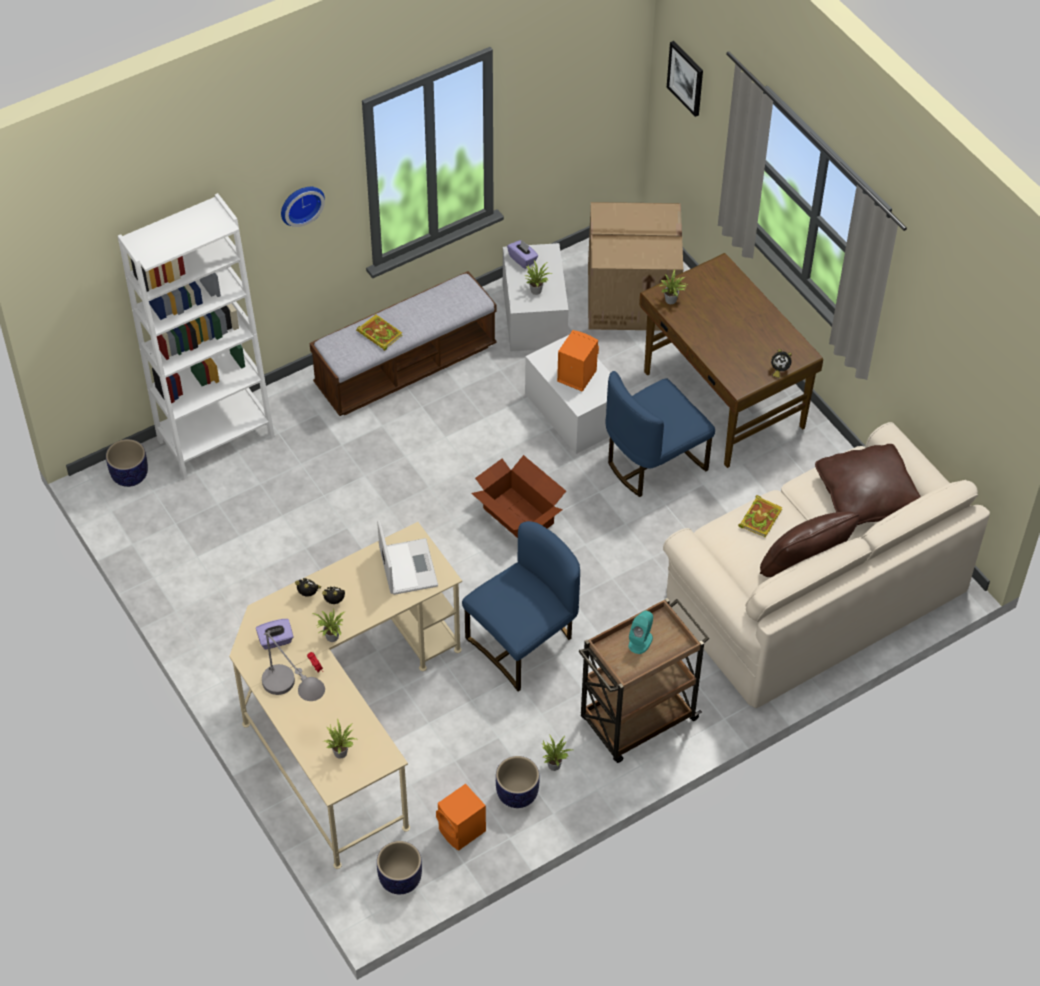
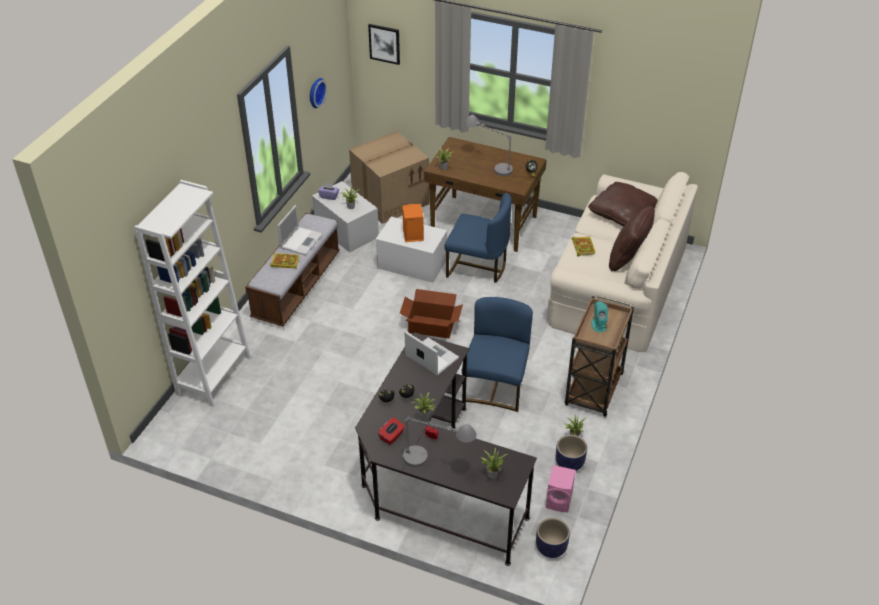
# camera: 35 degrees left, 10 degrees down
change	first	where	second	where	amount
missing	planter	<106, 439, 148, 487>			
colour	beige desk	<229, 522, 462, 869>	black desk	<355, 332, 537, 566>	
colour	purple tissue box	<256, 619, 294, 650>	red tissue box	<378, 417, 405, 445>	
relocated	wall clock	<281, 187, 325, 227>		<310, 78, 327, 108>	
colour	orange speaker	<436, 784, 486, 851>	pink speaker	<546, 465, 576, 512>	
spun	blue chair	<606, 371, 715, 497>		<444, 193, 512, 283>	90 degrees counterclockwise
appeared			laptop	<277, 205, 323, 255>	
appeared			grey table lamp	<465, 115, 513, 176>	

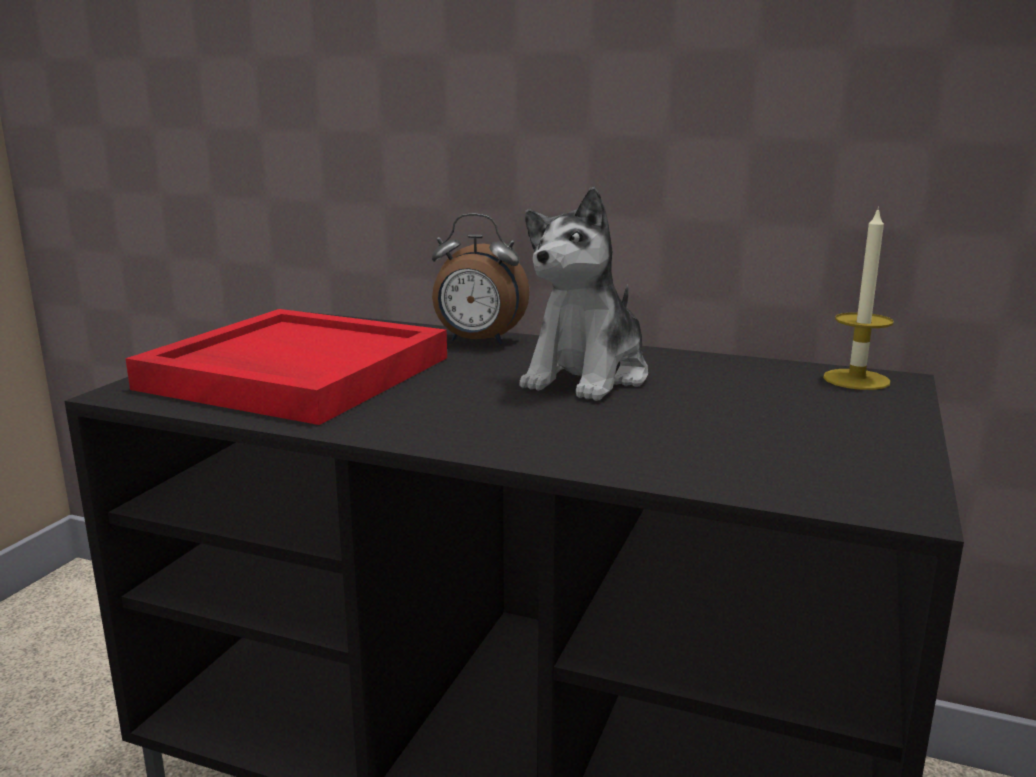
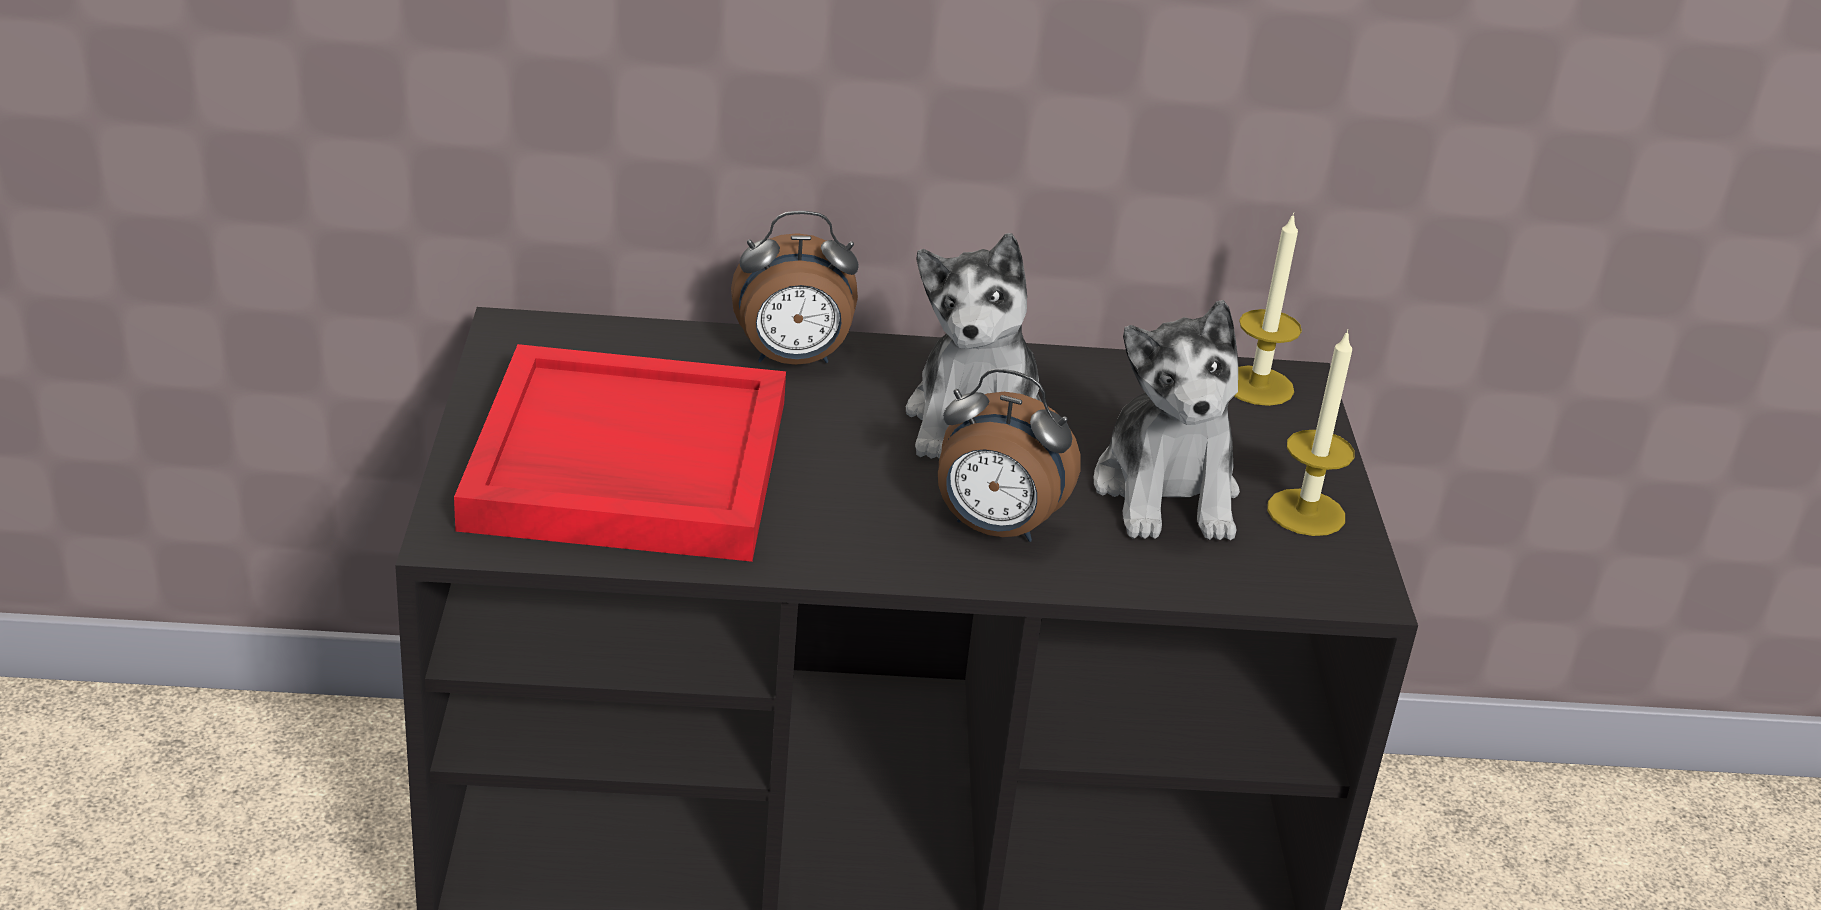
# camera: 25 degrees left, 15 degrees up
change	first	where	second	where	amount
appeared			alarm clock	<938, 368, 1081, 542>	
appeared			plush toy	<1094, 300, 1240, 540>	
appeared			candle	<1267, 329, 1355, 536>	

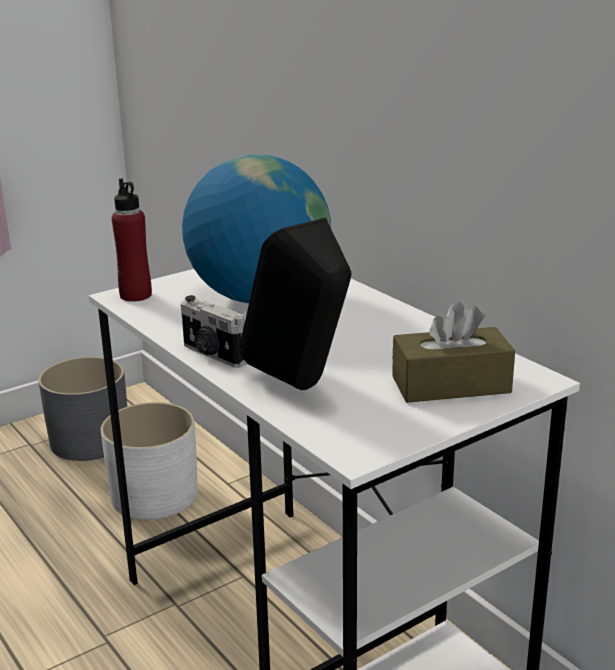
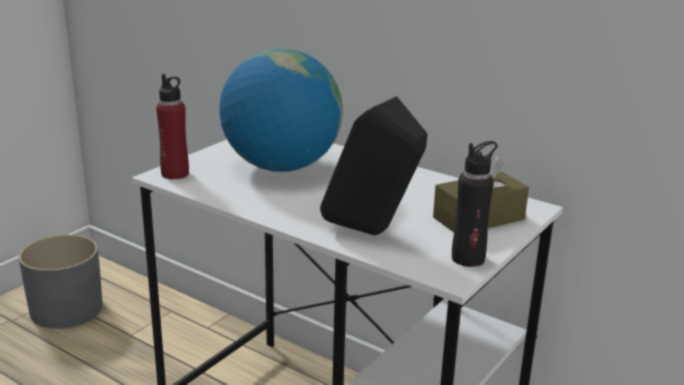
# camera: 20 degrees left, 0 degrees up
change	first	where	second	where	amount
missing	white planter	<101, 402, 198, 520>			
missing	photo camera	<181, 295, 248, 368>			
appeared			black bottle	<452, 141, 498, 267>	

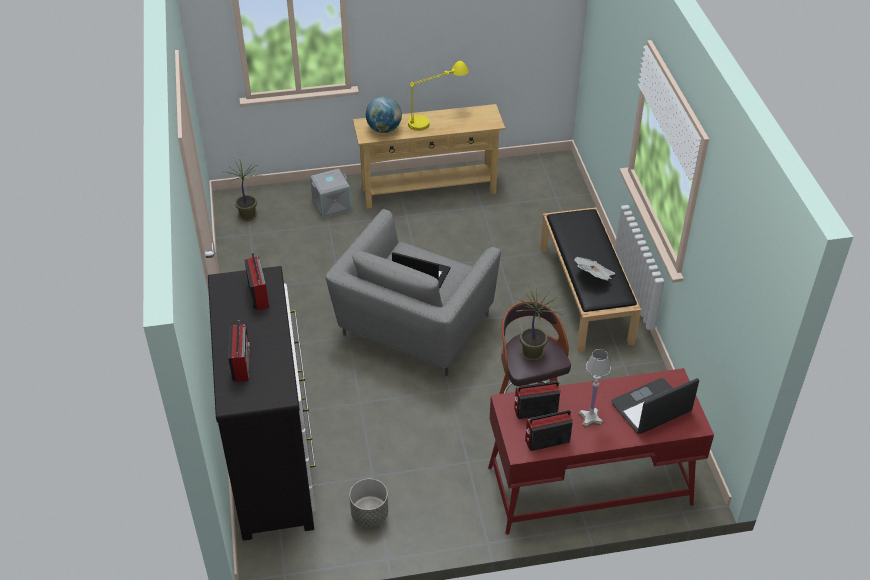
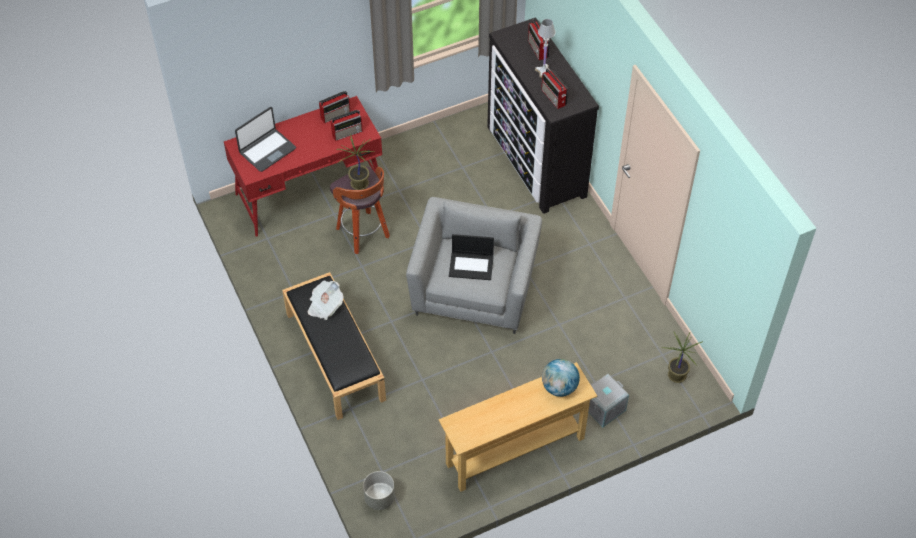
# camera: 165 degrees right, 10 degrees up
change	first	where	second	where	amount
relocated	grey planter	<349, 479, 388, 527>		<363, 471, 395, 510>	
missing	yellow table lamp	<408, 61, 469, 131>			
relocated	white table lamp	<578, 349, 611, 428>		<535, 19, 556, 78>	

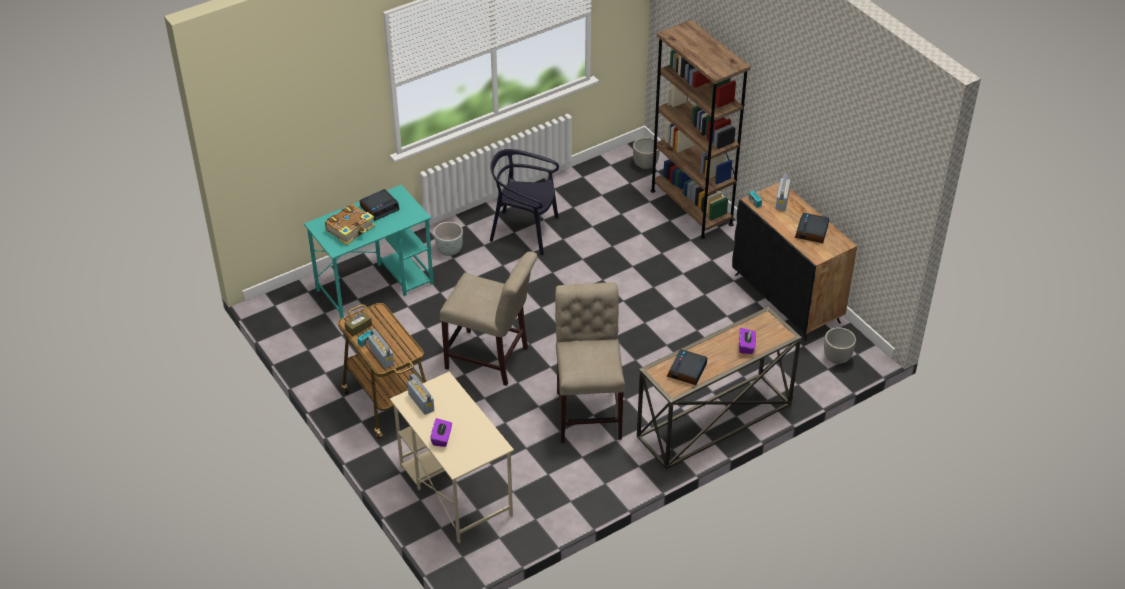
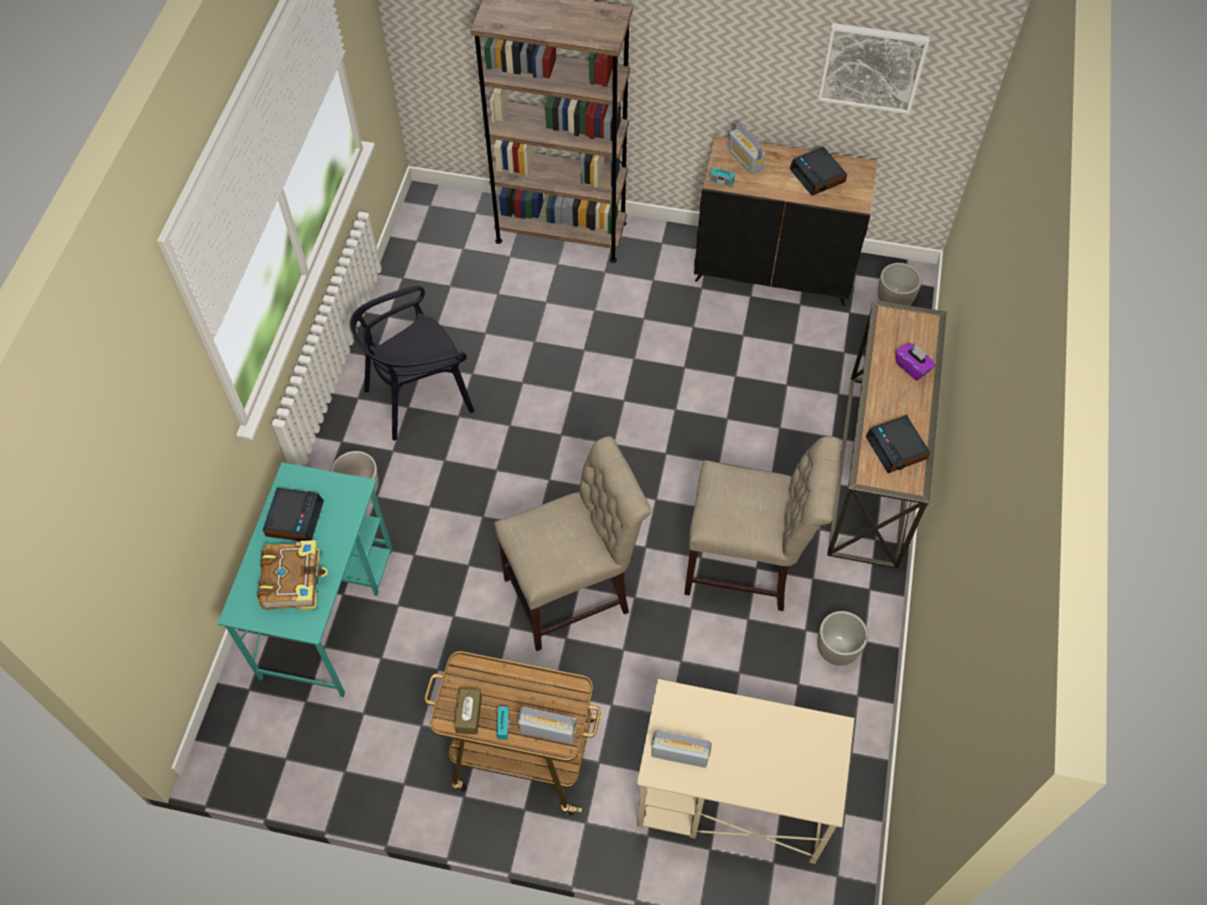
# camera: 45 degrees left, 15 degrees up
change	first	where	second	where	amount
missing	purple tissue box	<430, 418, 452, 447>			
spun	beige chair	<555, 283, 625, 443>		<684, 436, 841, 611>	150 degrees clockwise
relocated	planter	<633, 137, 660, 169>		<817, 611, 868, 666>	
appeared			picture	<818, 23, 930, 114>	

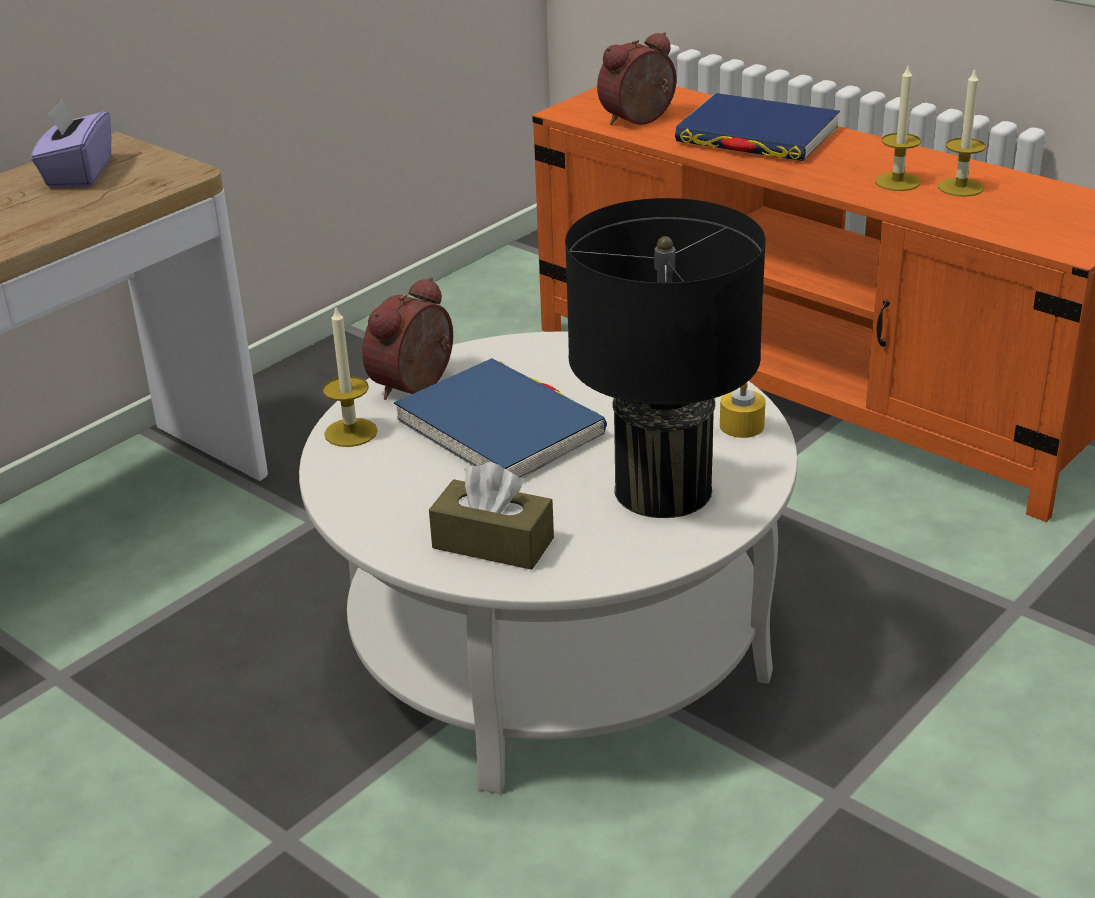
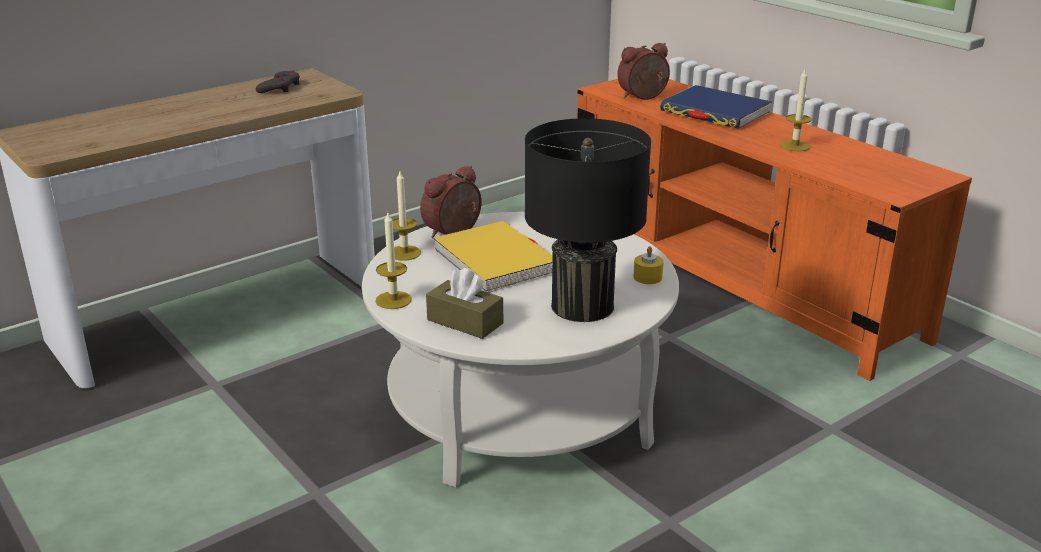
# camera: 10 degrees right, 5 degrees down
change	first	where	second	where	amount
exchanged	purple tissue box	<31, 99, 111, 187>	grey game controller	<256, 71, 300, 93>	
colour	blue book	<394, 358, 607, 478>	yellow book	<433, 221, 553, 293>	
relocated	candle	<938, 68, 986, 197>		<375, 213, 412, 309>	

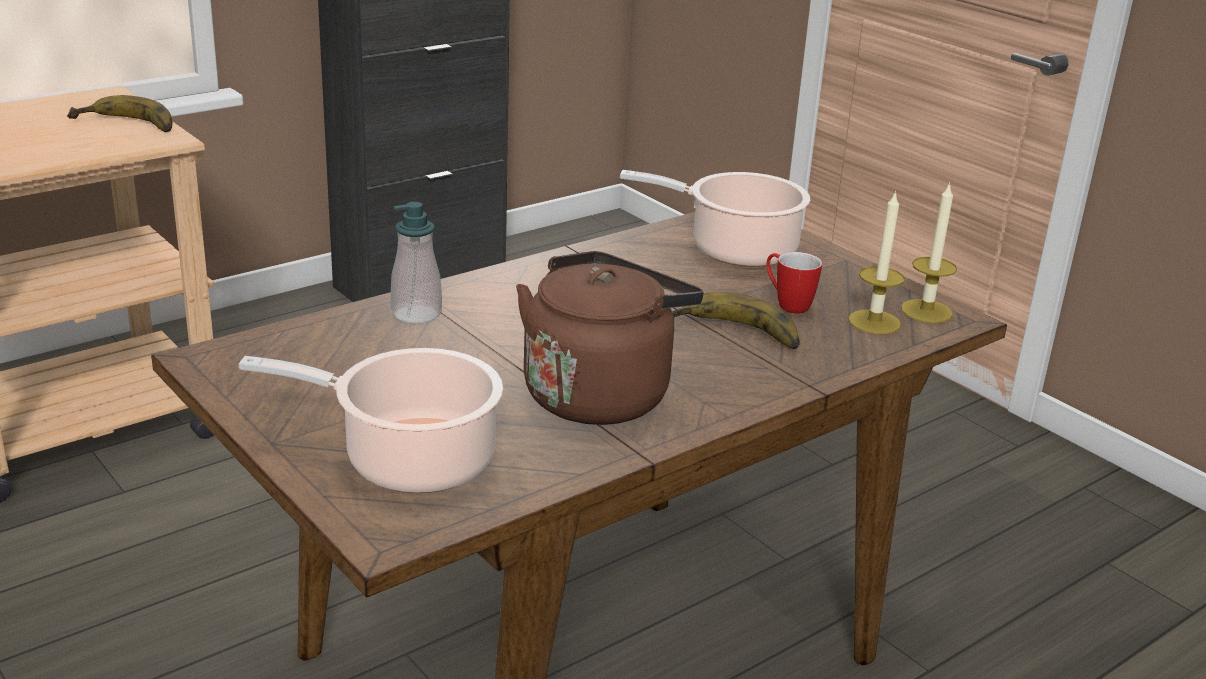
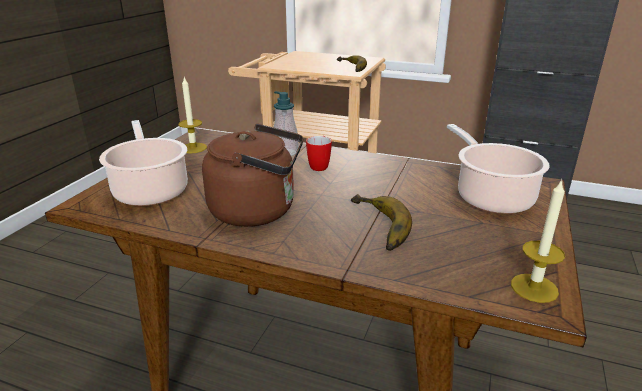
# camera: 60 degrees right, 0 degrees up
change	first	where	second	where	amount
relocated	mug	<766, 252, 822, 314>		<306, 136, 332, 171>	
relocated	candle	<848, 191, 905, 334>		<178, 77, 207, 154>	

